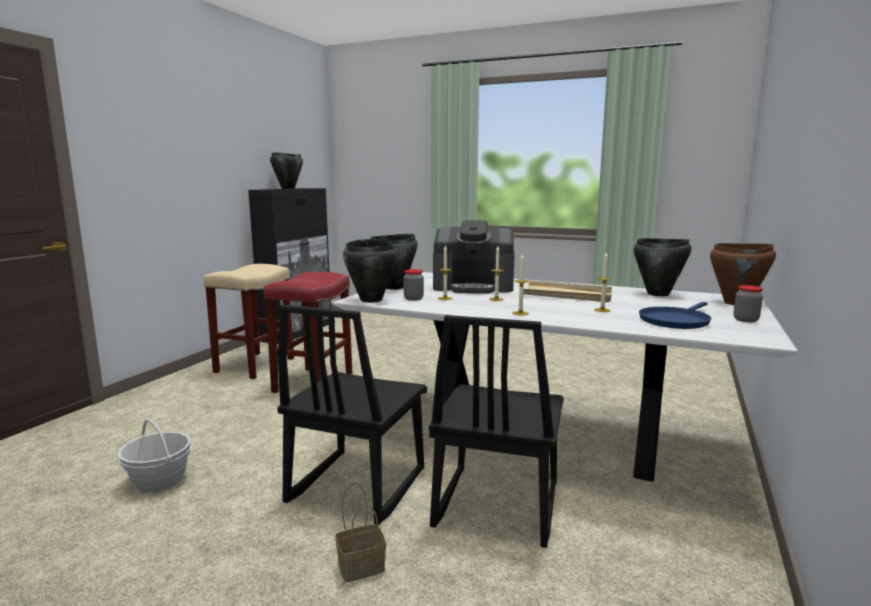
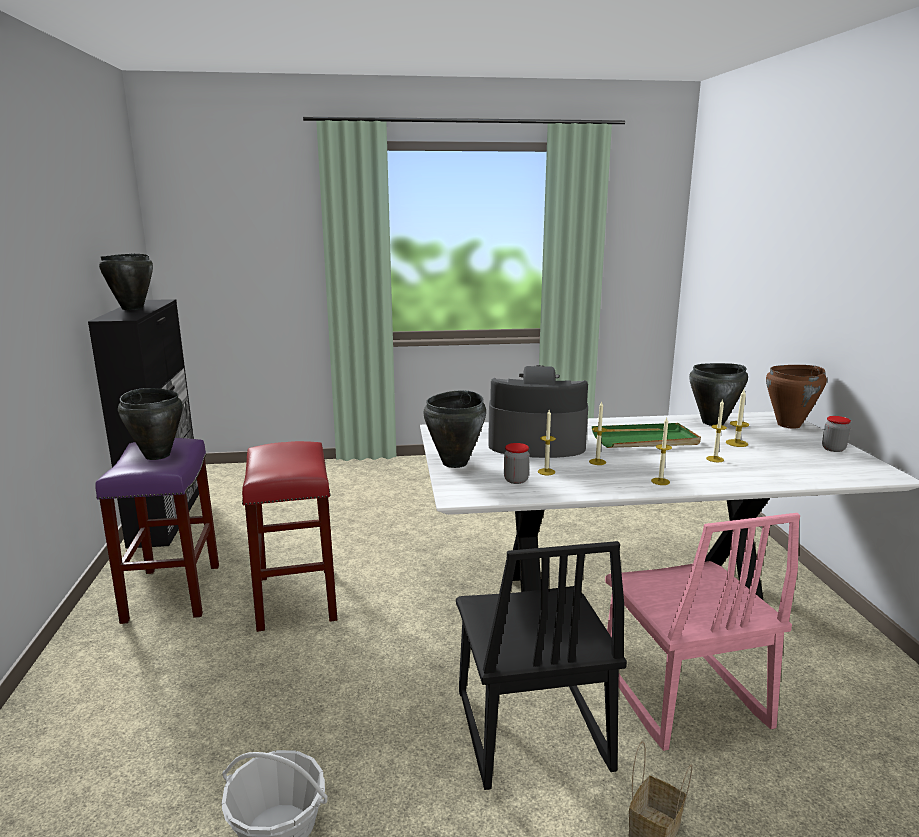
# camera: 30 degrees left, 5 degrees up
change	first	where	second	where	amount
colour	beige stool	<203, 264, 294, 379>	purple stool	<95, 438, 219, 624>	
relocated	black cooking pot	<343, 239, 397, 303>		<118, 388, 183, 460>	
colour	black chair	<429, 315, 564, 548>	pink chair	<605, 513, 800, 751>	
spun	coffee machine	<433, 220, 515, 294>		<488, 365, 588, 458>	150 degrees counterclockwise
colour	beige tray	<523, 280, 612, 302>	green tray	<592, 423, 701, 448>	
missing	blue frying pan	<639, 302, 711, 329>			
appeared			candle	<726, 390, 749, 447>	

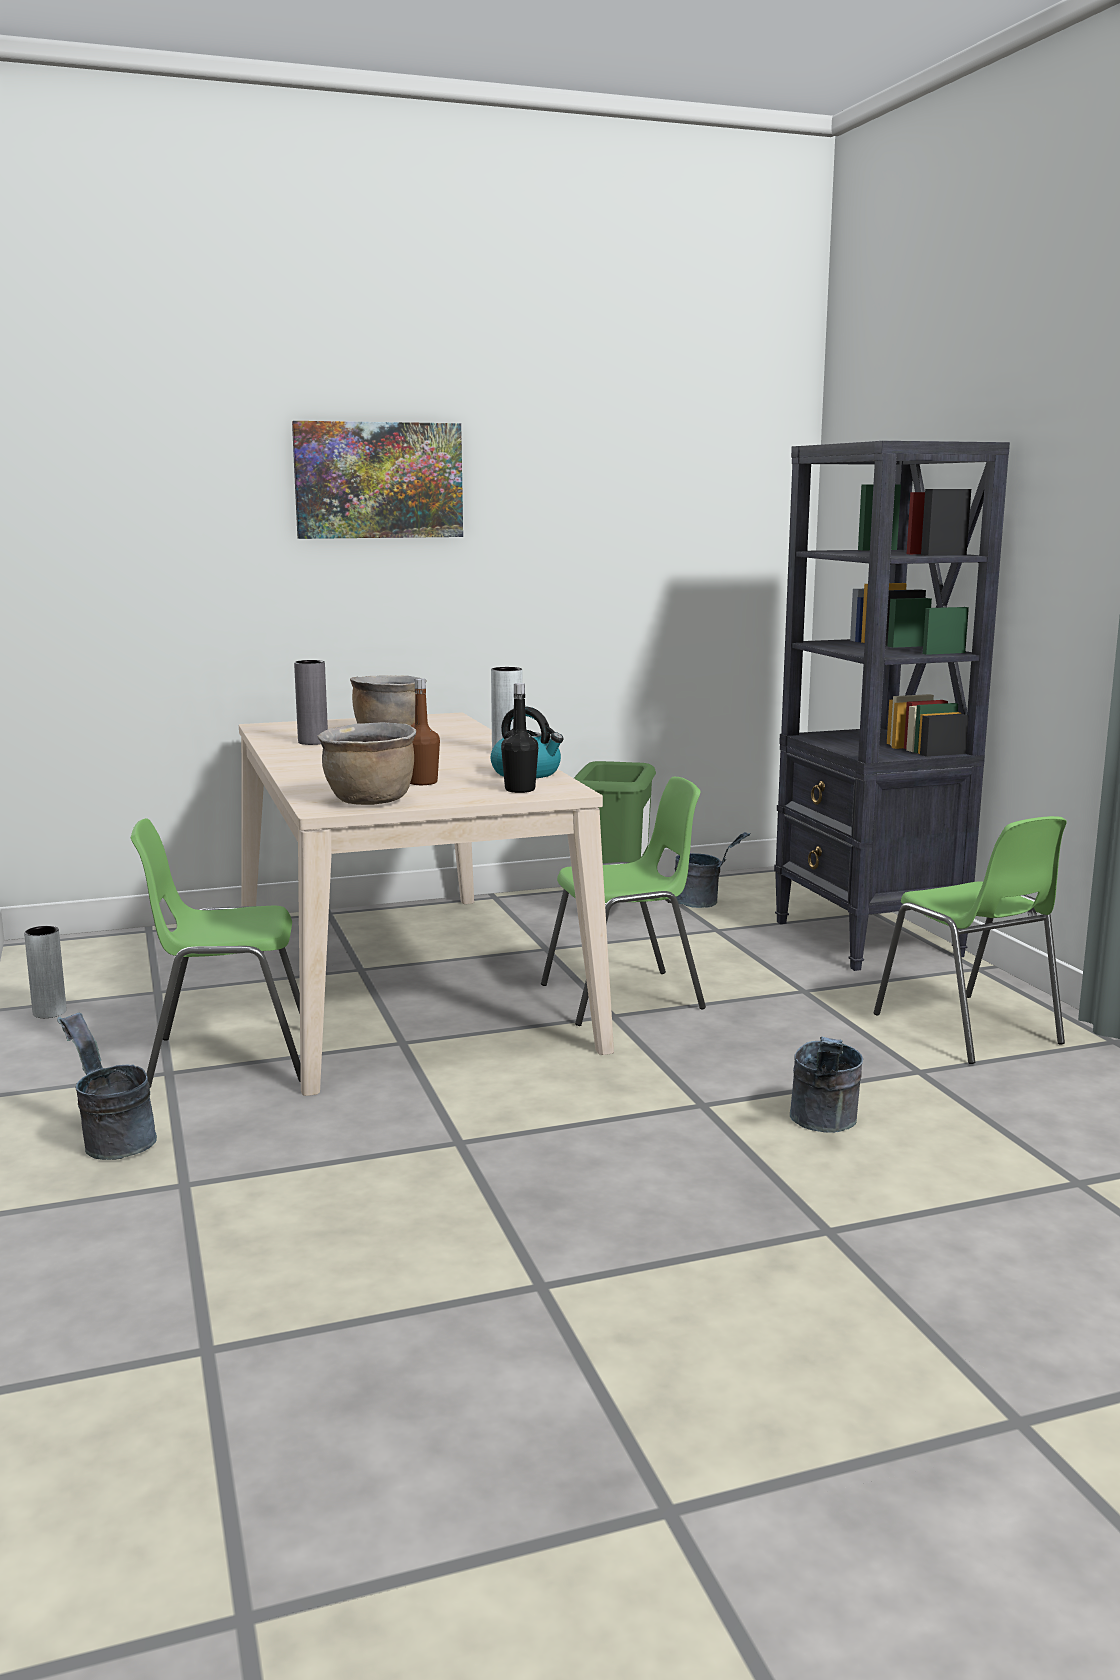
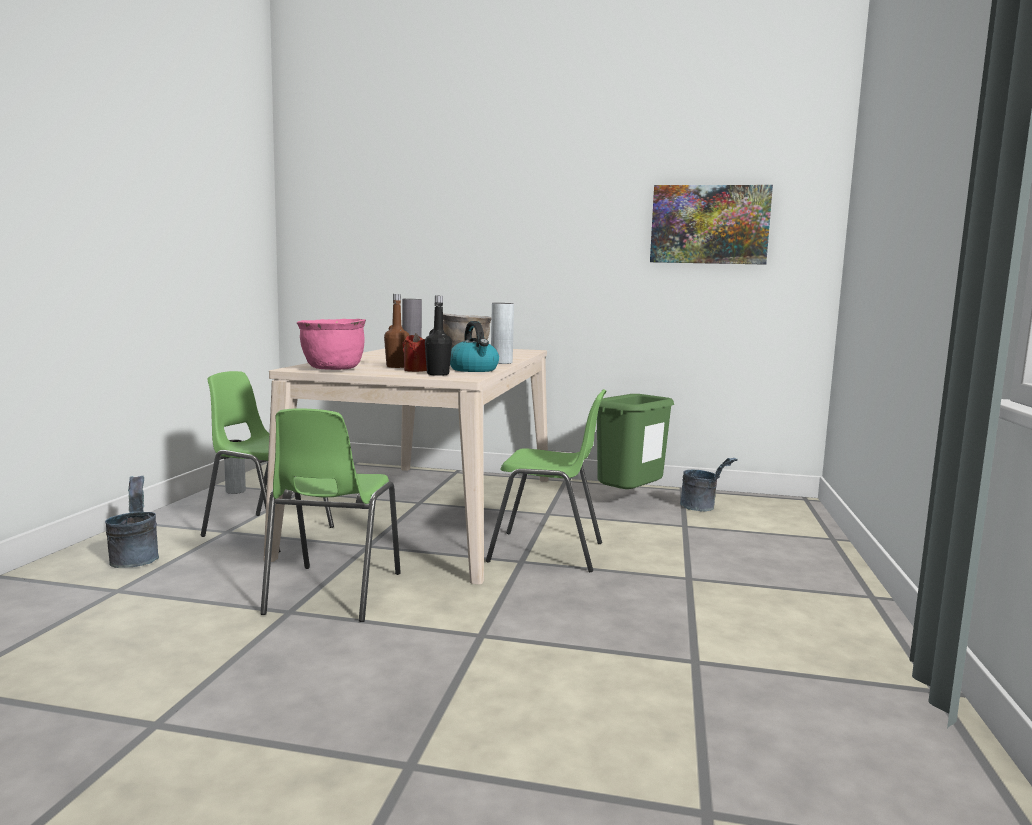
# camera: 30 degrees right, 5 degrees down
change	first	where	second	where	amount
relocated	picture	<292, 421, 463, 539>		<650, 185, 773, 265>	
colour	brown cooking pot	<317, 722, 416, 805>	pink cooking pot	<297, 319, 366, 370>	
missing	black bookcase	<774, 441, 1010, 971>			
missing	grey bucket	<790, 1036, 863, 1133>			
relocated	green chair	<874, 816, 1067, 1064>		<260, 408, 401, 622>	
appeared			red candle	<402, 333, 427, 372>	

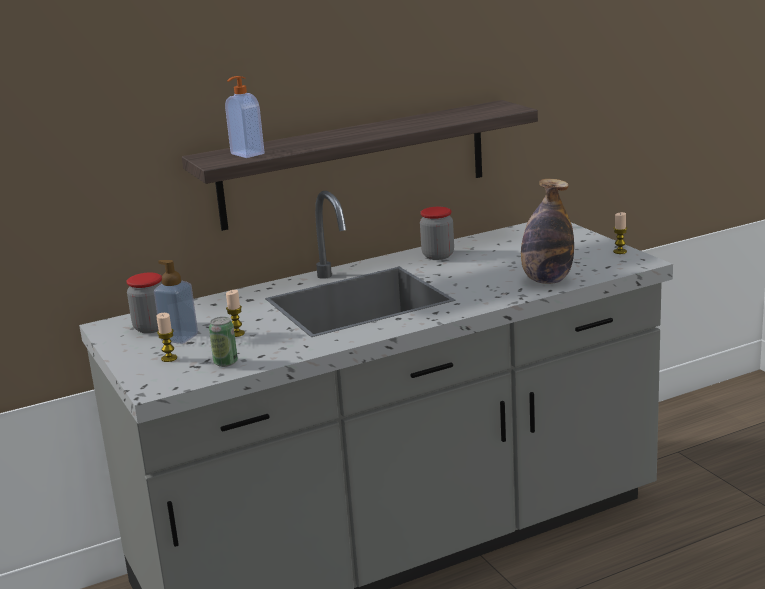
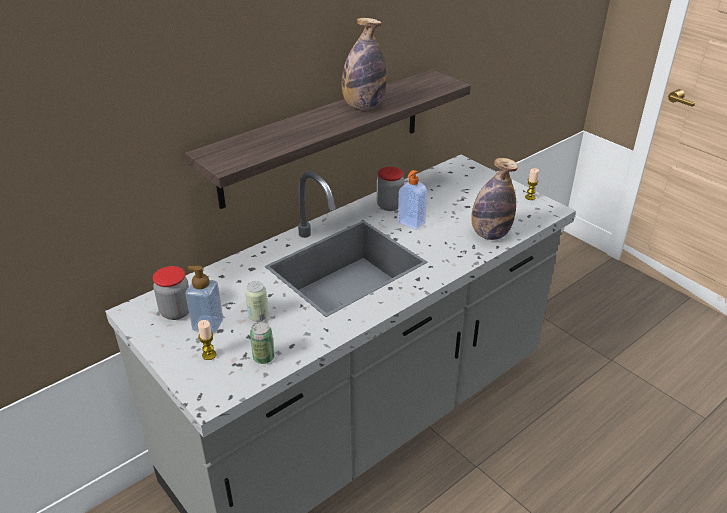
# camera: 15 degrees left, 15 degrees up
change	first	where	second	where	amount
relocated	soap dispenser	<225, 76, 264, 158>		<398, 170, 427, 230>	
exchanged	candle	<226, 290, 245, 337>	can	<245, 281, 268, 322>	
appeared			bottle	<342, 18, 387, 110>	

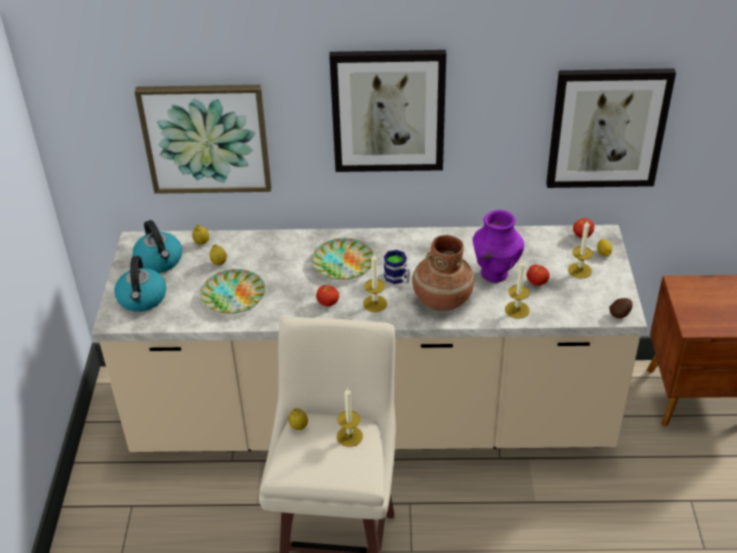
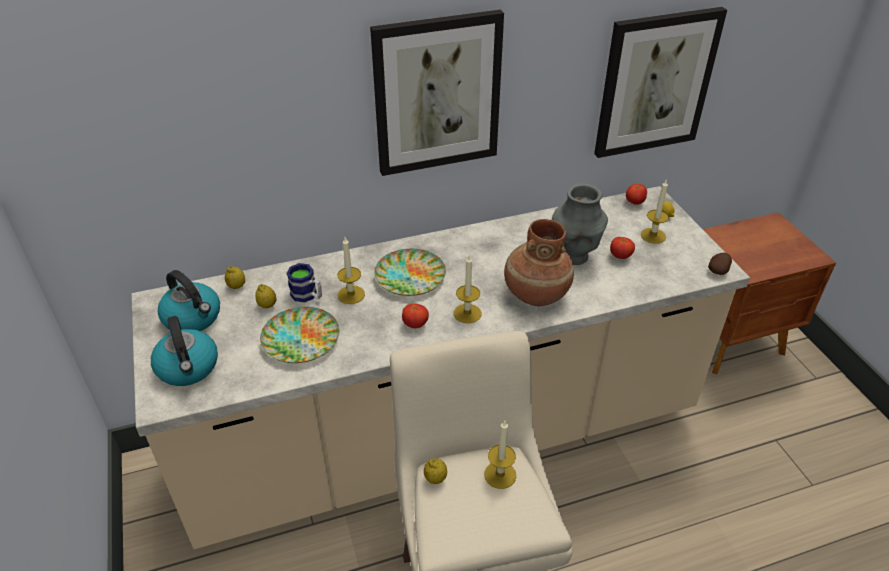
# camera: 20 degrees left, 0 degrees up
change	first	where	second	where	amount
missing	picture	<134, 85, 271, 194>			
relocated	mug	<384, 250, 410, 284>		<286, 263, 322, 303>	
colour	purple vase	<473, 210, 524, 283>	grey vase	<552, 183, 608, 265>	
relocated	candle	<505, 260, 530, 319>		<337, 237, 365, 304>	

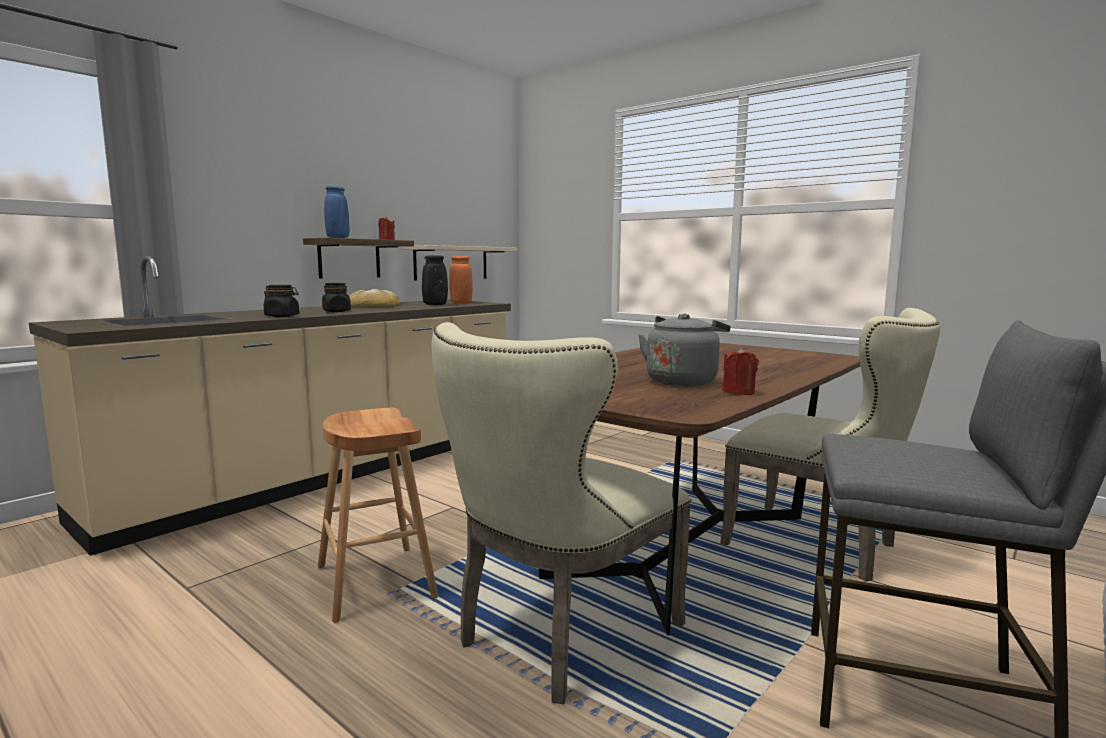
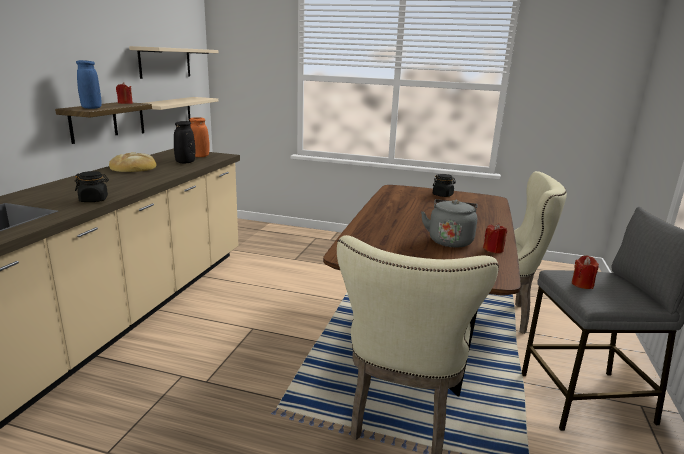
# camera: 25 degrees left, 10 degrees up
change	first	where	second	where	amount
missing	brown stool	<318, 407, 438, 623>			
relocated	black jar	<322, 283, 351, 312>		<433, 174, 456, 197>	
appeared			beige shelf	<129, 46, 219, 79>	
appeared			red candle	<572, 256, 599, 289>	

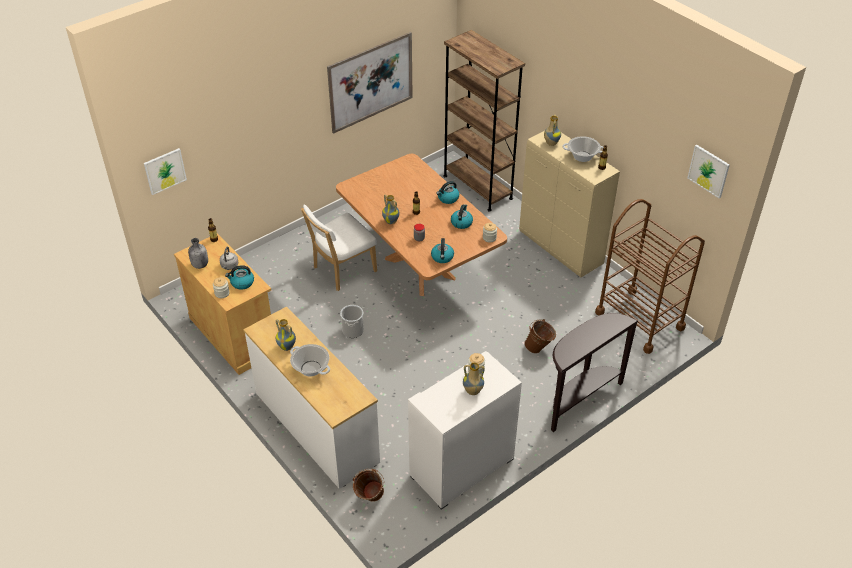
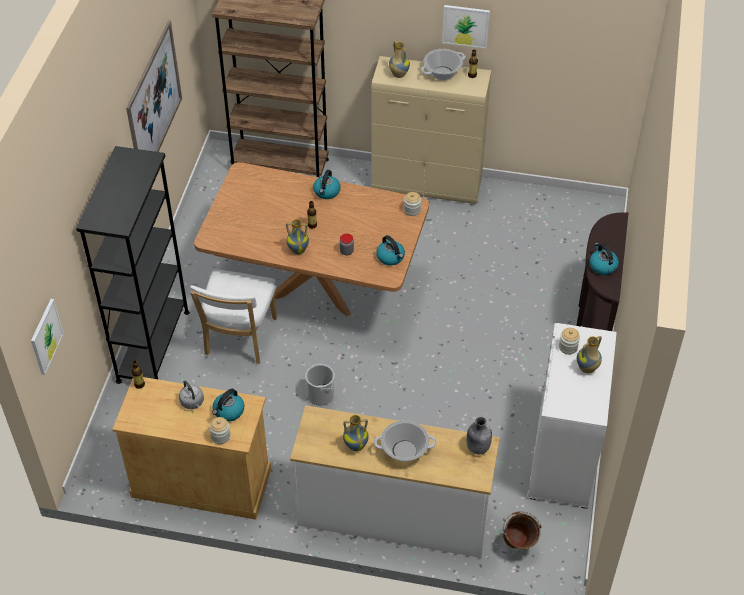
# camera: 40 degrees left, 5 degrees up
change	first	where	second	where	amount
relocated	grey bottle	<188, 238, 208, 269>		<467, 417, 492, 454>	
relocated	kettle	<451, 204, 473, 229>		<589, 243, 619, 275>	
missing	brown bucket	<524, 319, 556, 354>			
missing	brown cart	<595, 199, 705, 354>			
relocated	picture	<687, 145, 730, 198>		<442, 5, 490, 49>	
appeared			black bookcase	<76, 146, 190, 384>	

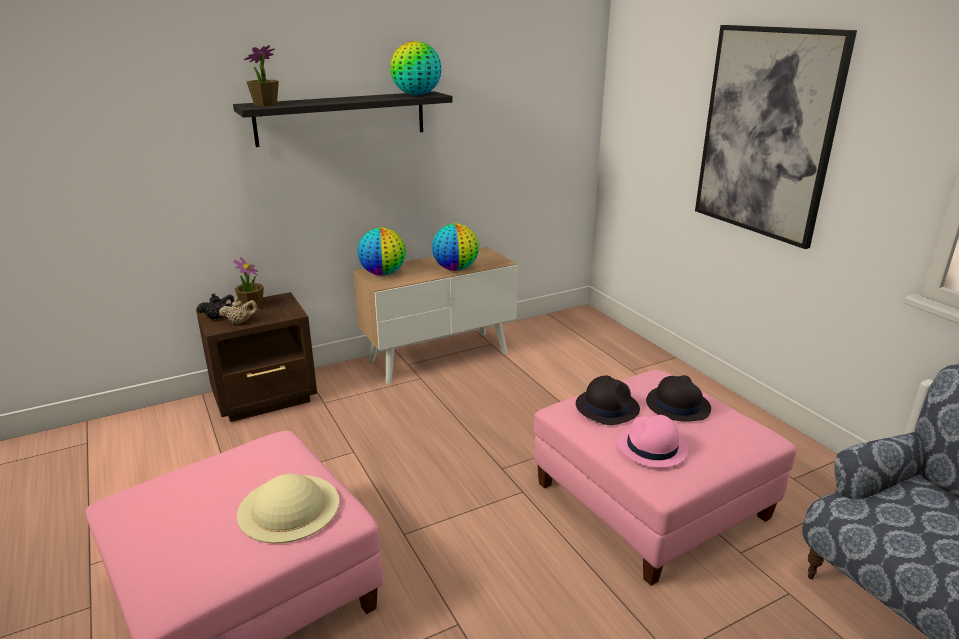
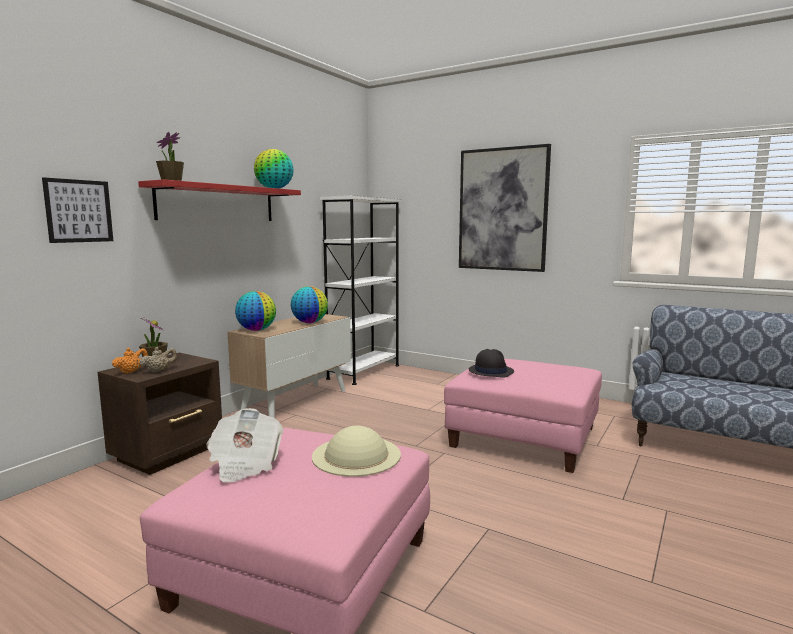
# camera: 30 degrees left, 15 degrees down
change	first	where	second	where	amount
colour	black teapot	<197, 293, 234, 320>	orange teapot	<112, 348, 148, 374>	
colour	black shelf	<233, 91, 453, 147>	red shelf	<138, 179, 301, 221>	
missing	pink hat	<617, 415, 688, 468>			
missing	black hat	<646, 375, 711, 422>			
appeared			picture	<42, 177, 113, 243>	
appeared			newspaper	<207, 408, 284, 483>	
appeared			white bookcase	<320, 195, 401, 385>	

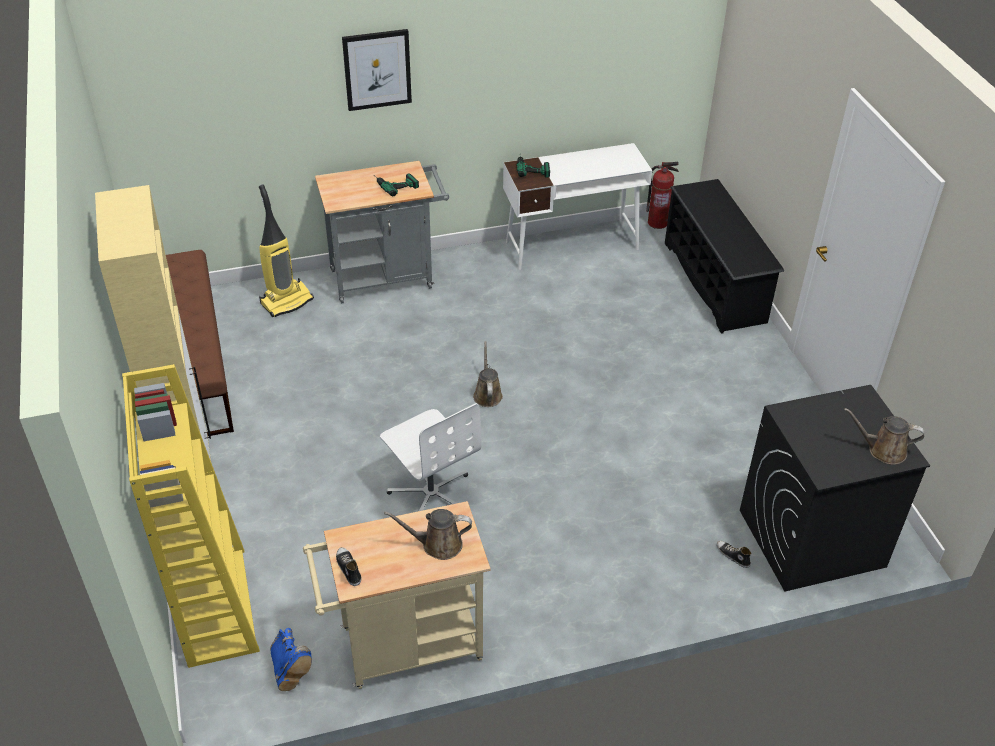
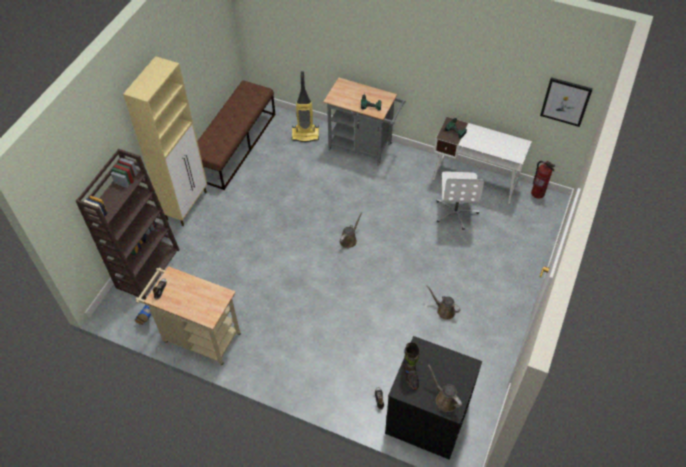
# camera: 40 degrees right, 10 degrees up
change	first	where	second	where	amount
colour	yellow bookcase	<122, 364, 260, 668>	brown bookcase	<76, 149, 180, 299>	
relocated	picture	<342, 29, 412, 111>		<540, 77, 593, 127>	
relocated	white office chair	<380, 403, 481, 511>		<437, 171, 484, 230>	
relocated	brown watering can	<384, 509, 472, 560>		<427, 285, 460, 320>	
missing	black shoe rack	<665, 179, 784, 334>			
appeared			black boot	<403, 342, 420, 390>	

